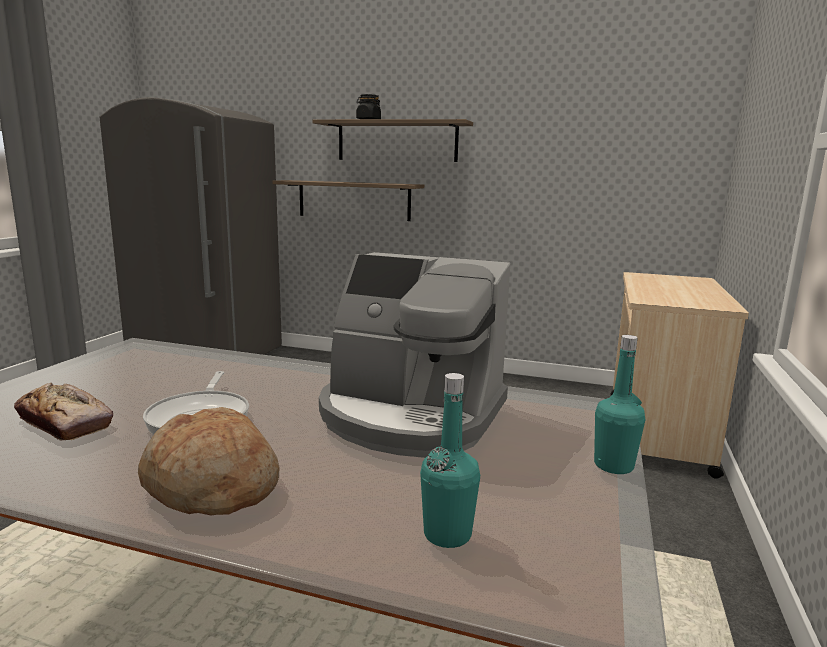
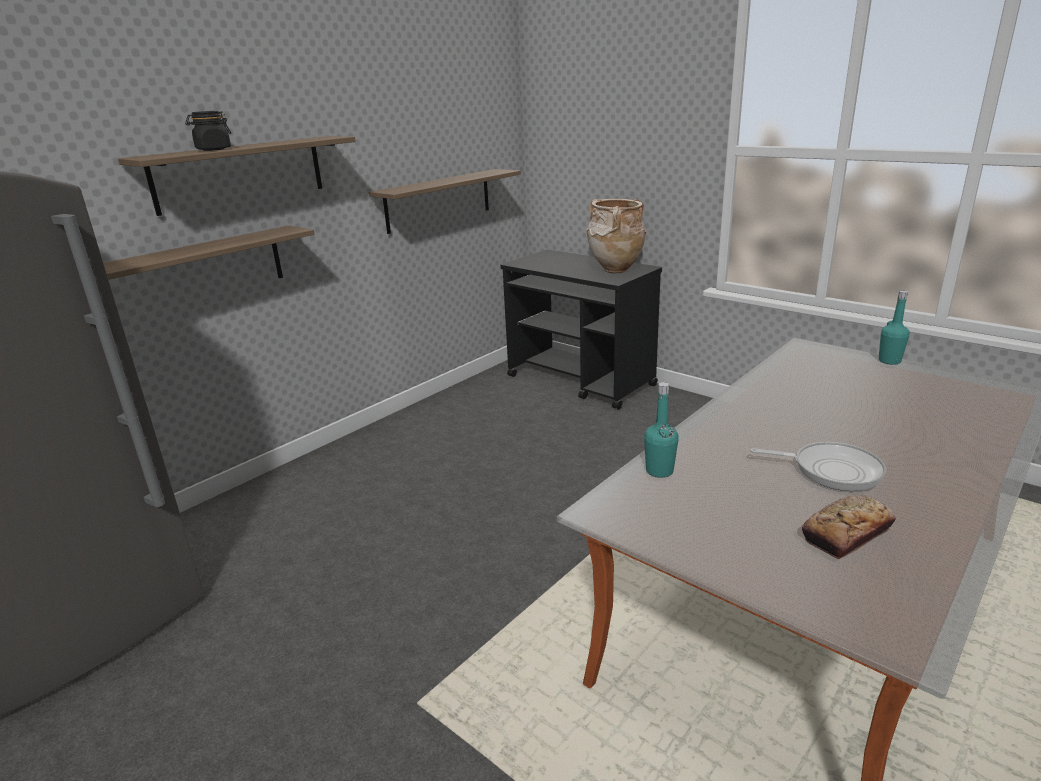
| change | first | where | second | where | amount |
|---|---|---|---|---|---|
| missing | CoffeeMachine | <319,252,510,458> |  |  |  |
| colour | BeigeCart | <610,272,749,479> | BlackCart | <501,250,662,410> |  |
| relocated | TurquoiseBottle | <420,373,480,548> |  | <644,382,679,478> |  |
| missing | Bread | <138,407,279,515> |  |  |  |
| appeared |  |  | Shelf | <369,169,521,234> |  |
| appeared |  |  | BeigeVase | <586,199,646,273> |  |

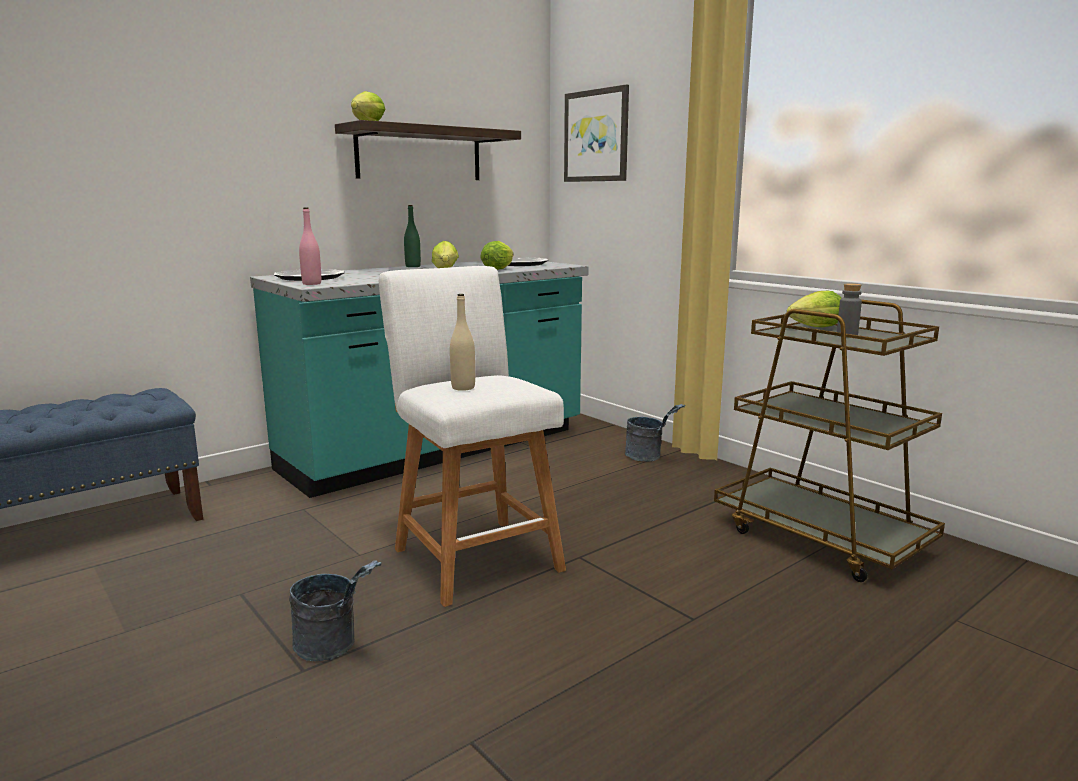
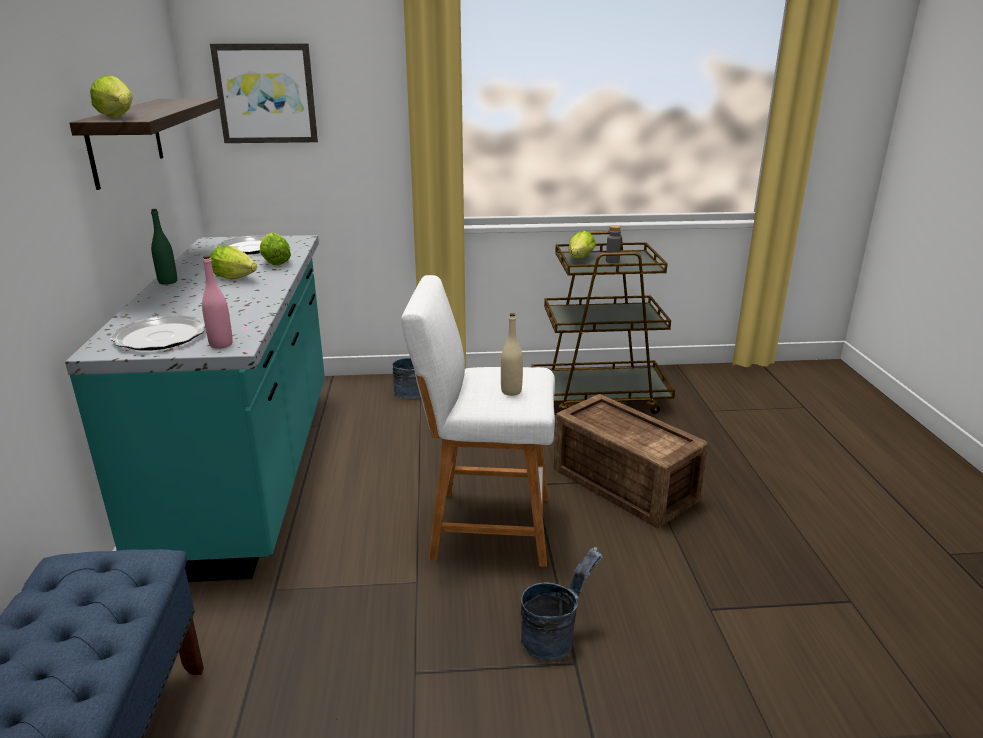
| change | first | where | second | where | amount |
|---|---|---|---|---|---|
| appeared |  |  | Crate | <554,394,708,528> |  |

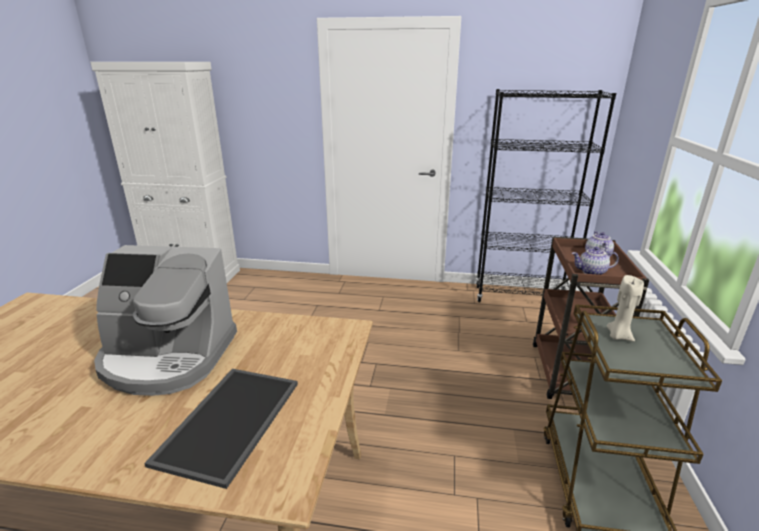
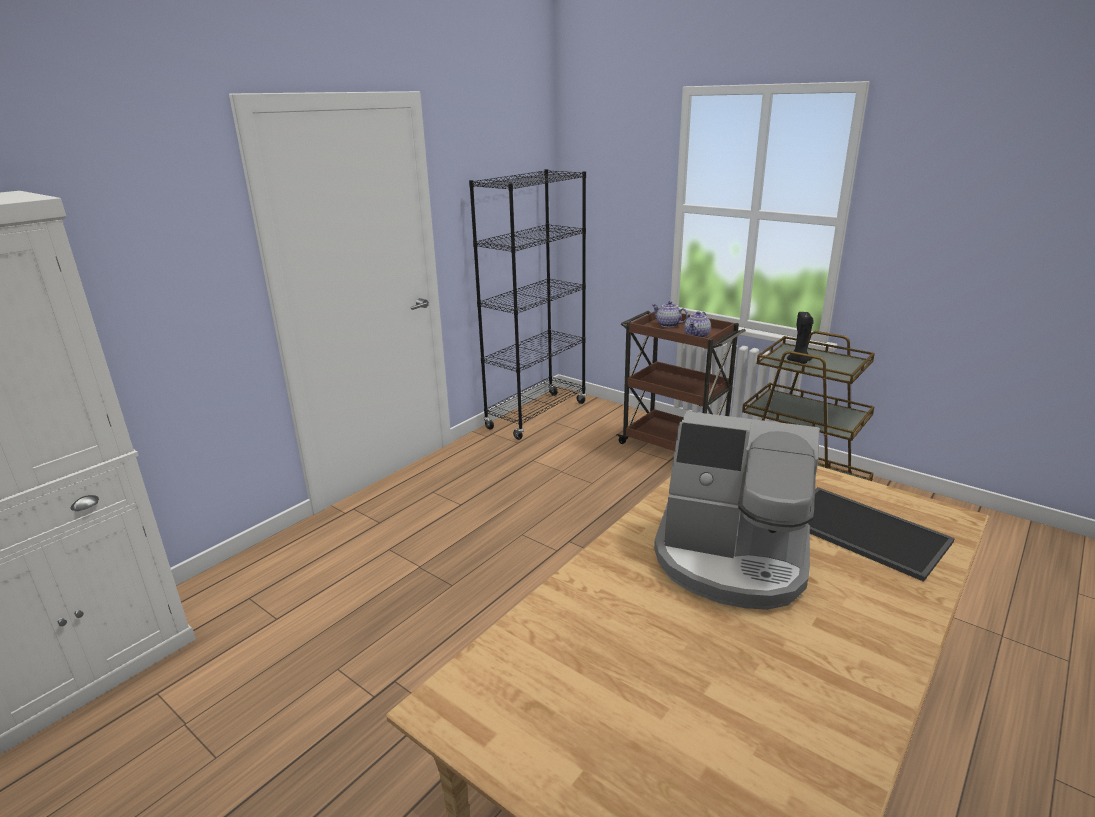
| change | first | where | second | where | amount |
|---|---|---|---|---|---|
| spun | CoffeeMachine | <94,245,237,396> |  | <654,411,820,610> | 75 degrees clockwise |
| colour | BeigeCandle | <607,275,644,341> | BlackCandle | <787,312,814,364> |  |

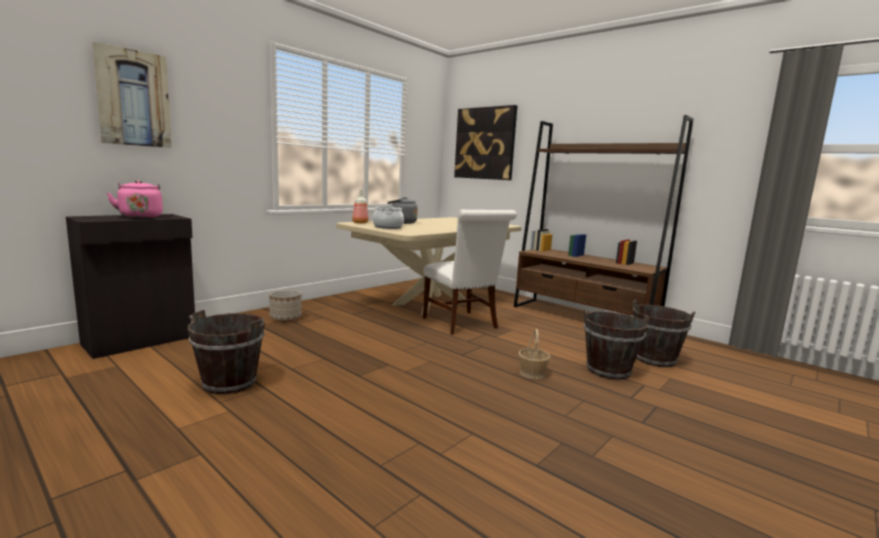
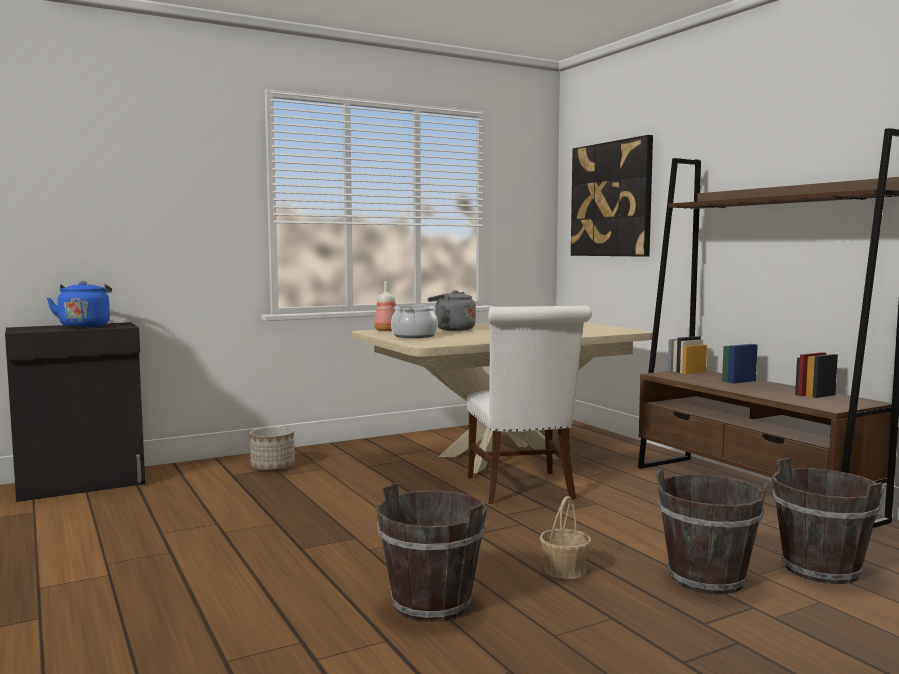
| change | first | where | second | where | amount |
|---|---|---|---|---|---|
| missing | Picture | <92,41,172,148> |  |  |  |
| colour | PinkKettle | <107,180,163,218> | BlueKettle | <47,281,112,328> |  |
| relocated | BrownBucket | <188,310,265,394> |  | <376,483,487,622> |  |

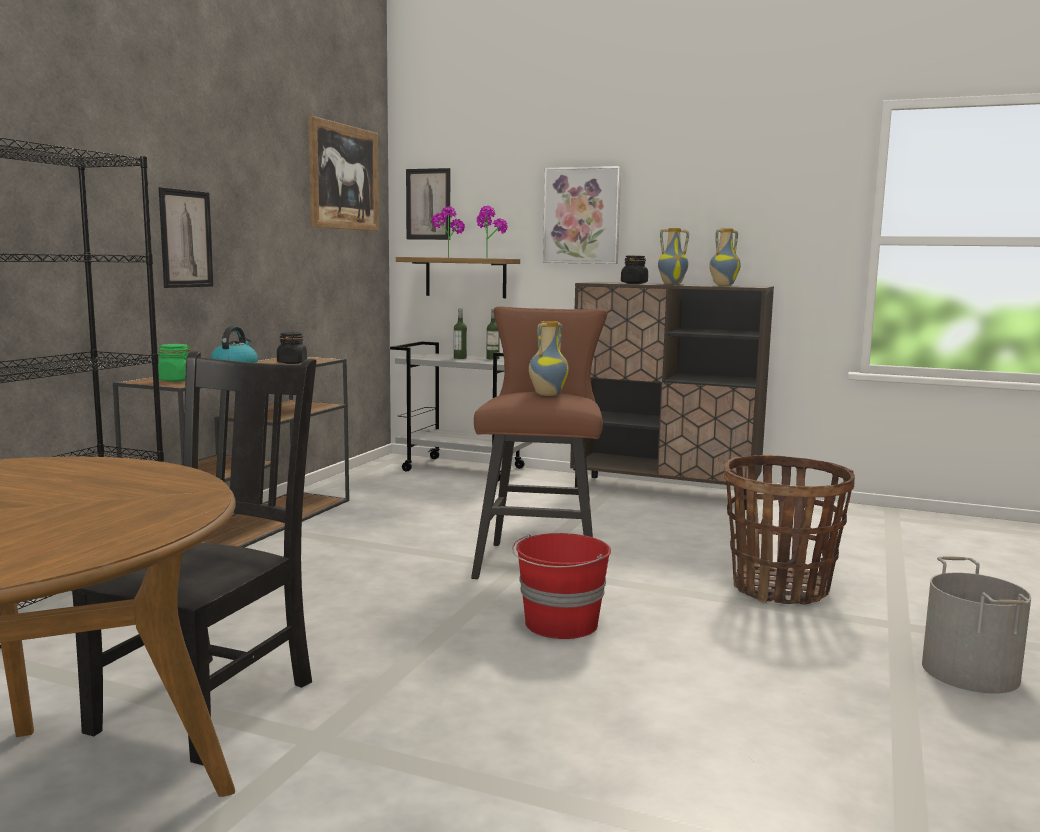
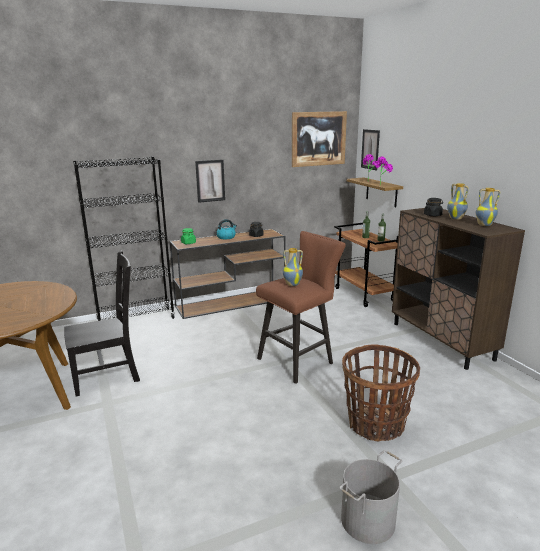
| change | first | where | second | where | amount |
|---|---|---|---|---|---|
| missing | Picture | <543,166,621,264> |  |  |  |
| colour | GreyCart | <390,341,532,481> | BrownCart | <334,223,398,307> |  |
| missing | RedBucket | <512,533,611,639> |  |  |  |

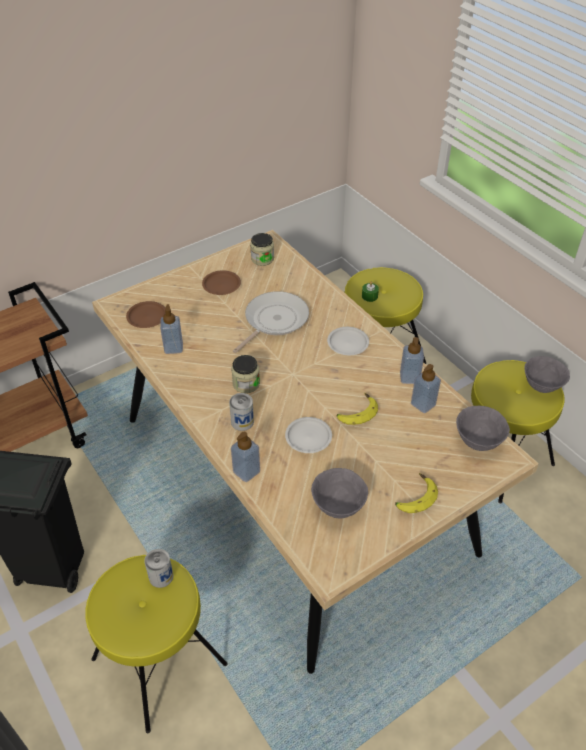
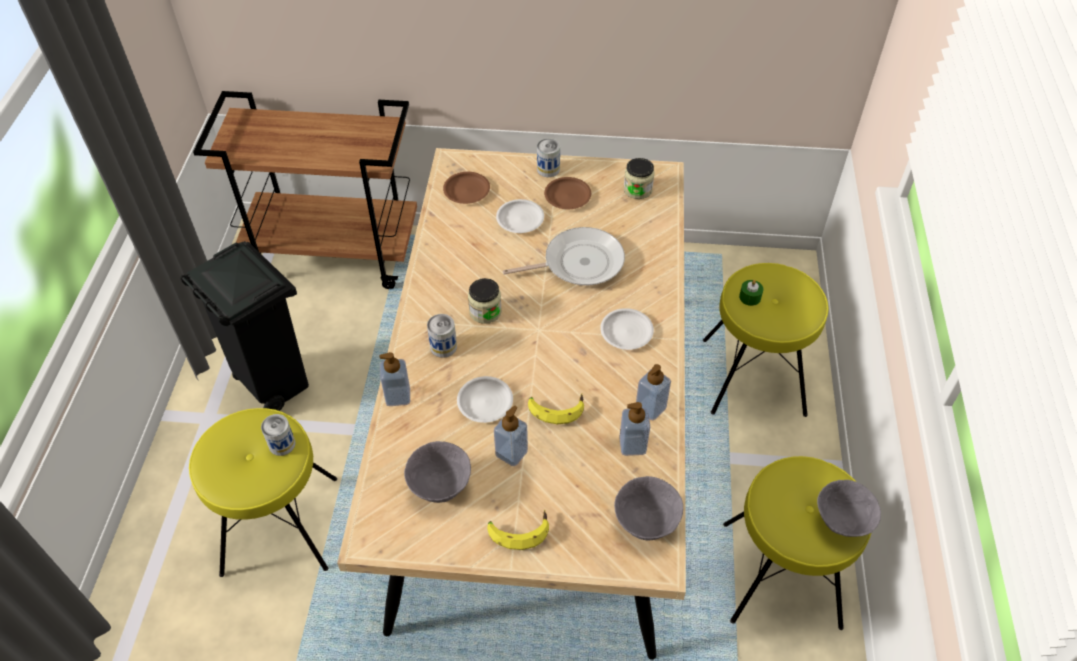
| change | first | where | second | where | amount |
|---|---|---|---|---|---|
| relocated | SoapDispenser | <160,304,183,354> |  | <494,405,528,466> |  |
| appeared |  |  | Can | <537,138,560,177> |  |
| appeared |  |  | WhitePlate | <496,199,544,233> |  |

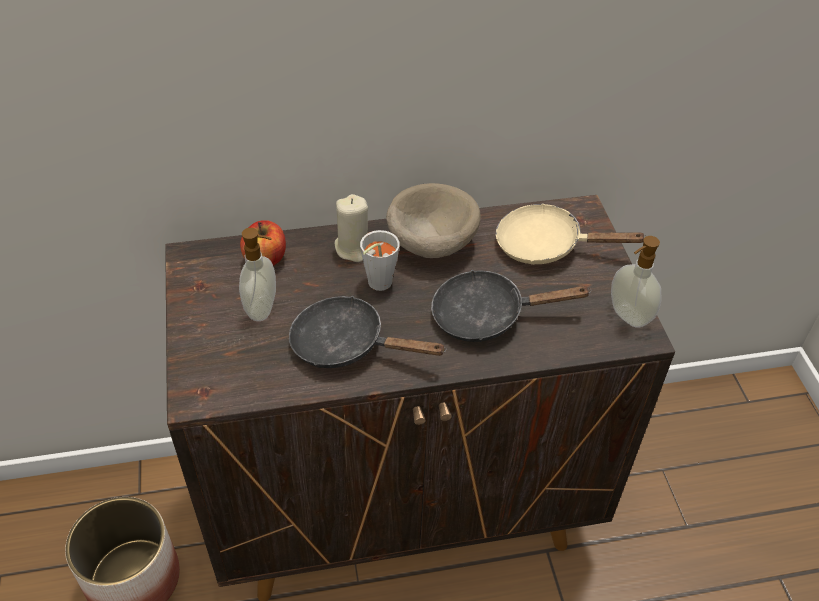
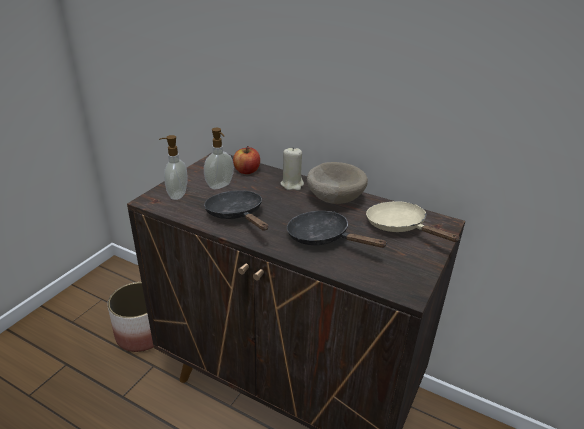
| change | first | where | second | where | amount |
|---|---|---|---|---|---|
| missing | GreyCup | <360,230,399,291> |  |  |  |
| relocated | SoapDispenser | <611,236,662,328> |  | <159,135,188,200> |  |

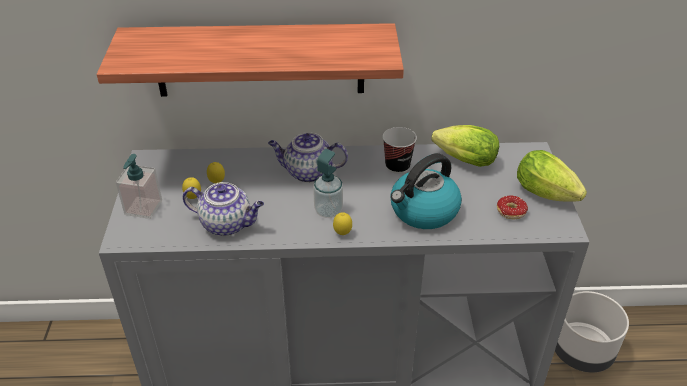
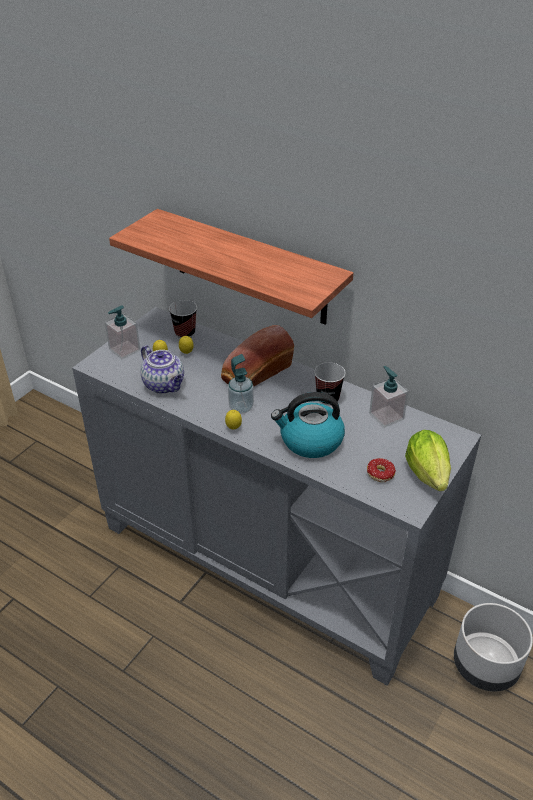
| change | first | where | second | where | amount |
|---|---|---|---|---|---|
| exchanged | Lettuce | <431,125,499,167> | SoapDispenser | <369,366,409,428> |  |
| exchanged | Teapot | <268,132,348,183> | Bread | <221,325,294,387> |  |
| appeared |  |  | Cup | <169,300,197,338> |  |

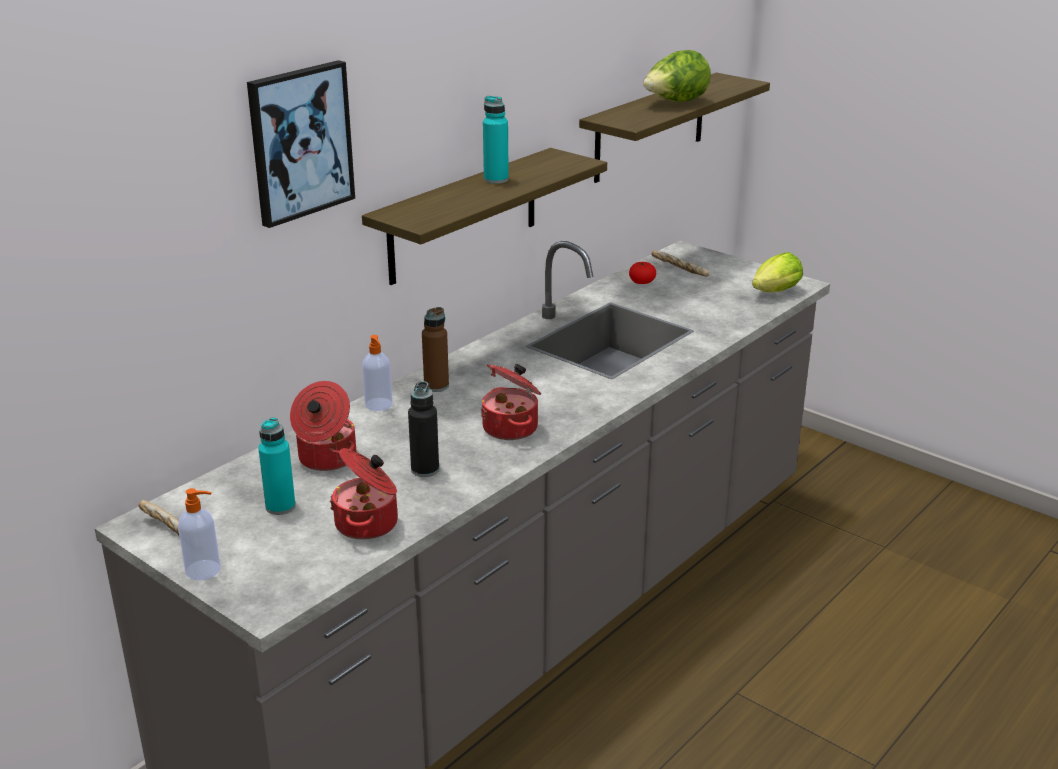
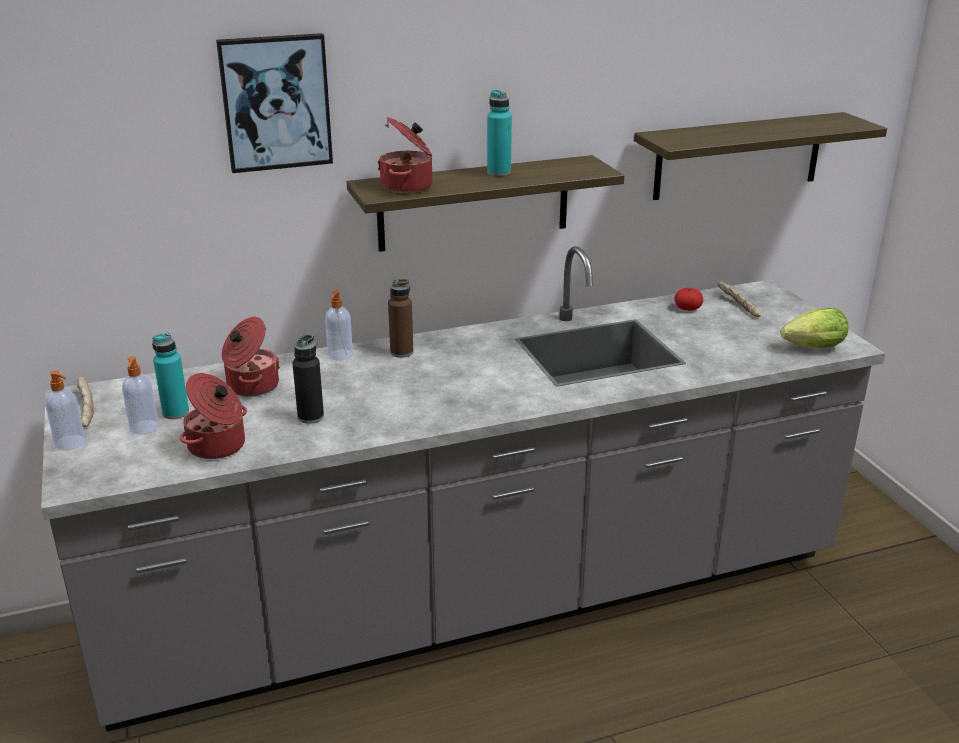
| change | first | where | second | where | amount |
|---|---|---|---|---|---|
| missing | Lettuce | <643,50,711,102> |  |  |  |
| relocated | CookingPot | <481,364,541,440> |  | <378,117,432,193> |  |
| appeared |  |  | SoapDispenser | <122,356,159,435> |  |

